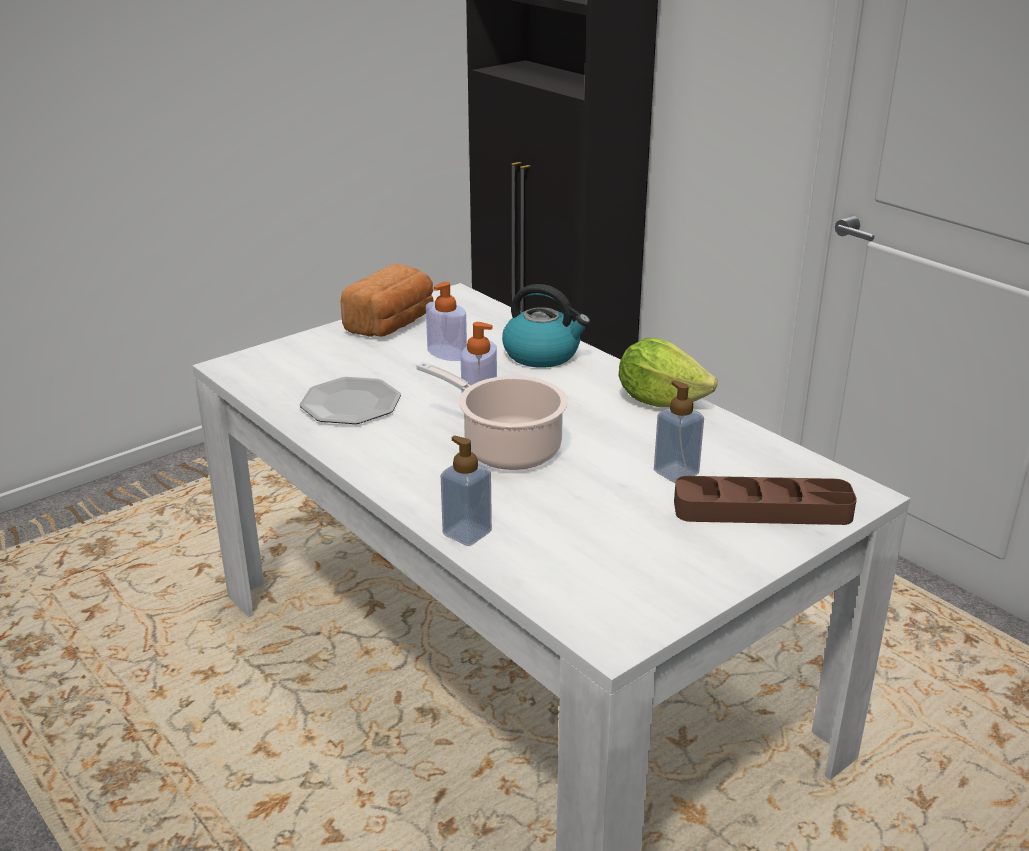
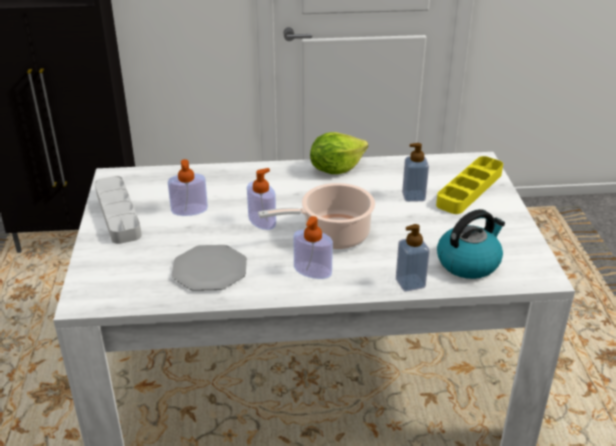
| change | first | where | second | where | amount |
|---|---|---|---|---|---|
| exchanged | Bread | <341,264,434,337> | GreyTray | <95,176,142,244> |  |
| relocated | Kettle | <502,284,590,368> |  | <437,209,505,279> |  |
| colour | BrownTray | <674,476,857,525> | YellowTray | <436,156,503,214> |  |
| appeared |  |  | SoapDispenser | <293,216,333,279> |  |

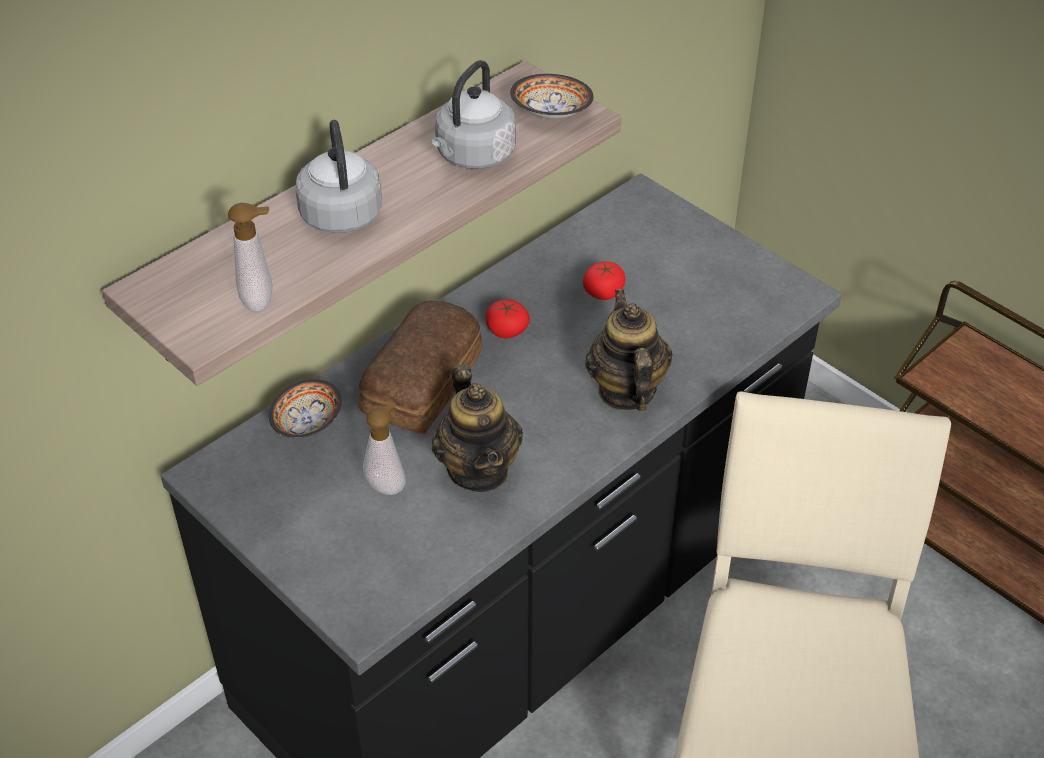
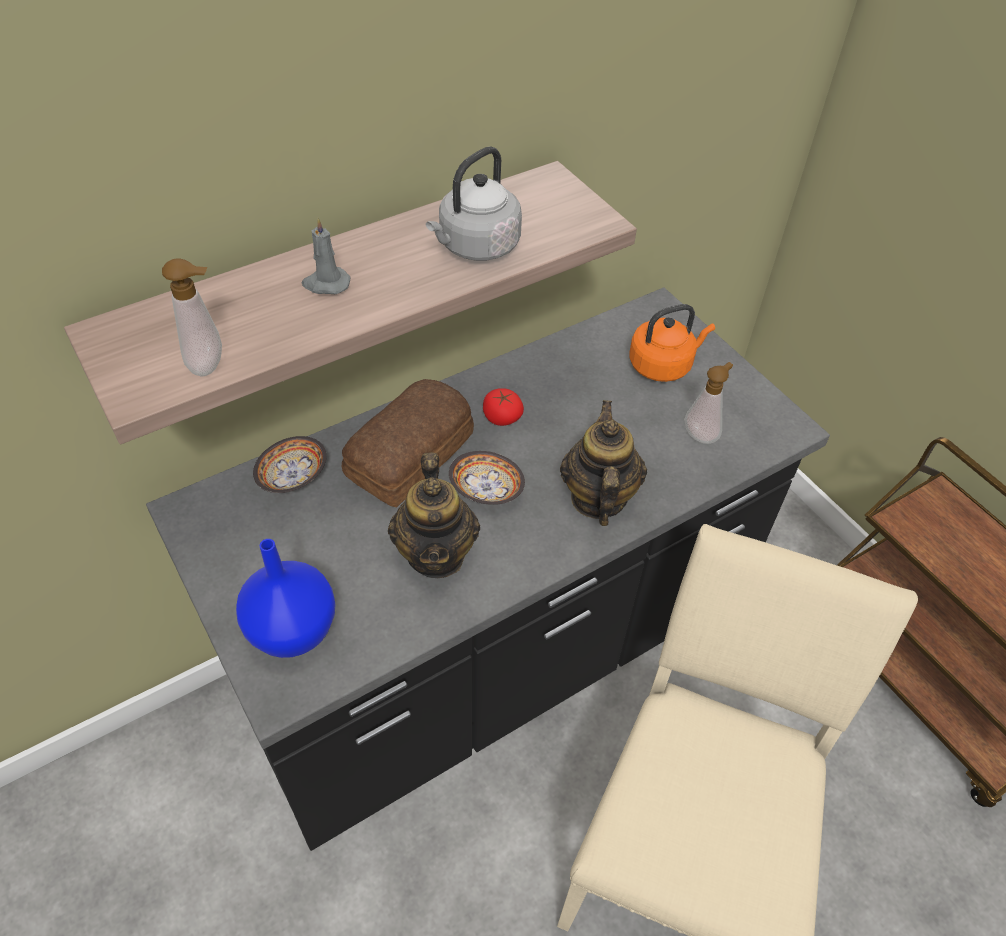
| change | first | where | second | where | amount |
|---|---|---|---|---|---|
| relocated | Bowl | <510,74,594,119> |  | <449,451,525,505> |  |
| exchanged | GreyKettle | <295,120,382,233> | GreyCandle | <302,217,350,294> |  |
| missing | Tomato | <583,262,626,300> |  |  |  |
| relocated | SoapDispenser | <363,401,406,495> |  | <684,362,733,444> |  |
| appeared |  |  | OrangeKettle | <630,304,715,382> |  |
| appeared |  |  | BlueVase | <236,539,336,658> |  |

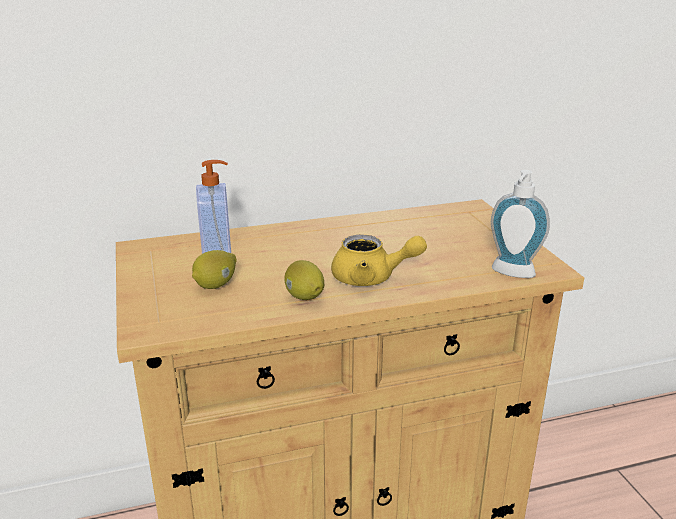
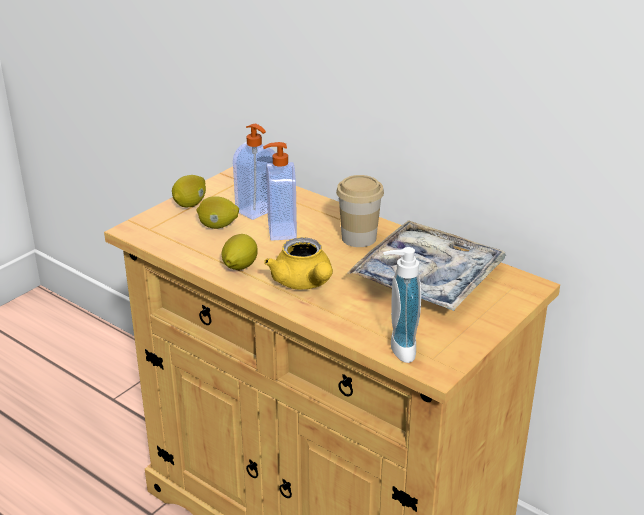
| change | first | where | second | where | amount |
|---|---|---|---|---|---|
| appeared |  |  | SoapDispenser | <263,142,297,241> |  |
| appeared |  |  | Lemon | <172,175,206,207> |  |
| appeared |  |  | Cup | <336,175,384,247> |  |
| appeared |  |  | Tray | <347,220,506,311> |  |

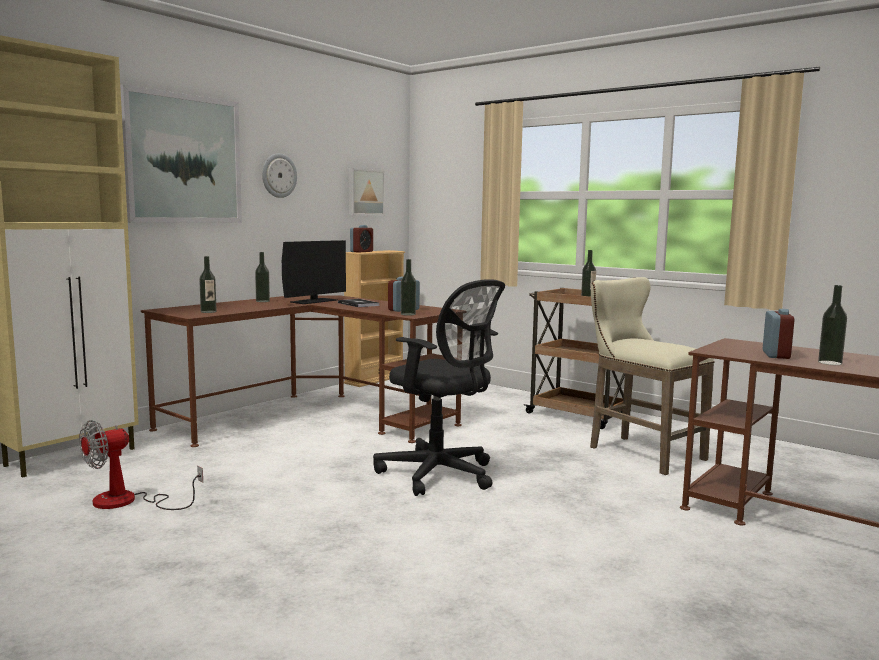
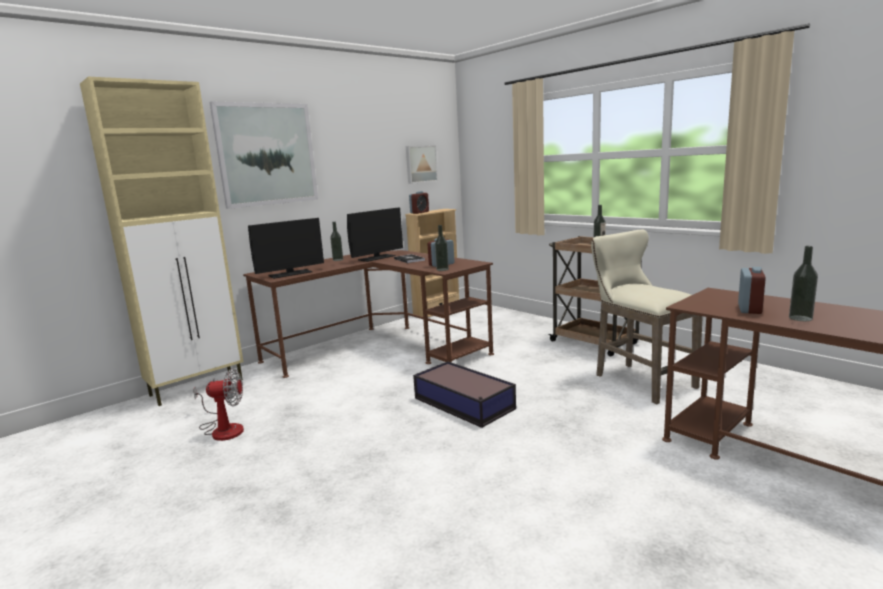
| change | first | where | second | where | amount |
|---|---|---|---|---|---|
| missing | WallClock | <262,153,297,198> |  |  |  |
| exchanged | Bottle | <199,256,217,313> | Monitor | <248,218,324,279> |  |
| exchanged | BlackOfficeChair | <373,279,505,496> | StorageBox | <413,361,516,428> |  |
| spun | Fan | <79,420,203,510> |  | <193,369,244,441> | 150 degrees counterclockwise |

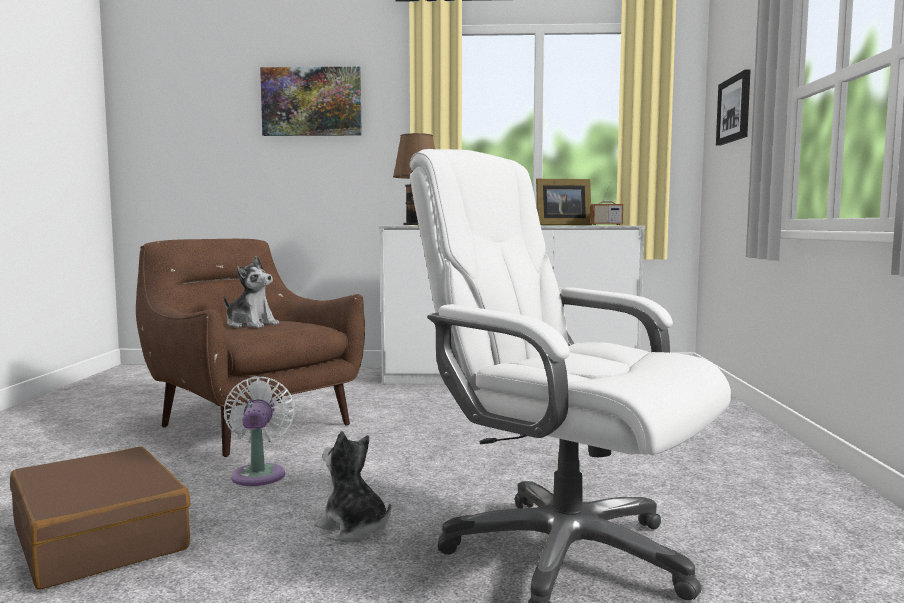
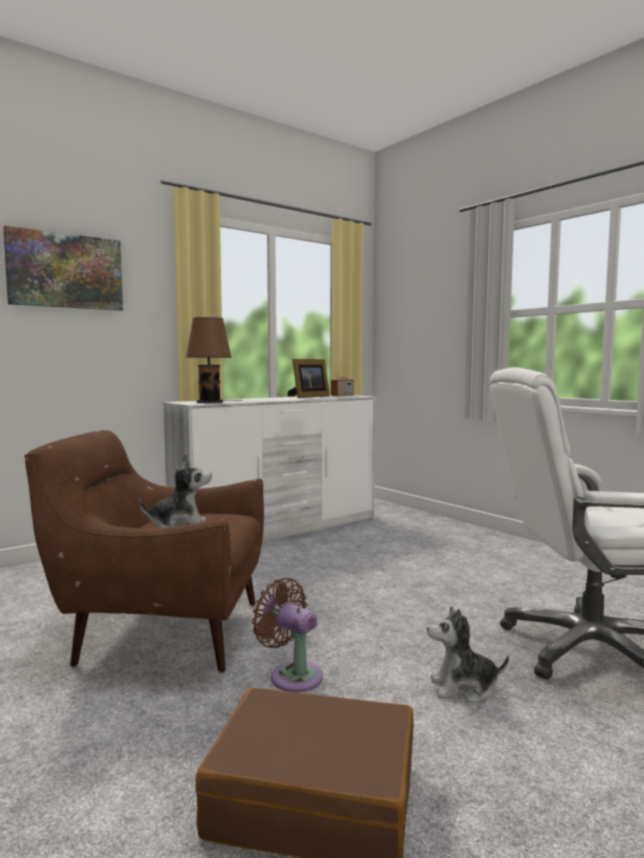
| change | first | where | second | where | amount |
|---|---|---|---|---|---|
| missing | Picture | <716,69,751,145> |  |  |  |
| colour | WhiteFan | <224,376,295,486> | BrownFan | <252,578,323,692> |  |

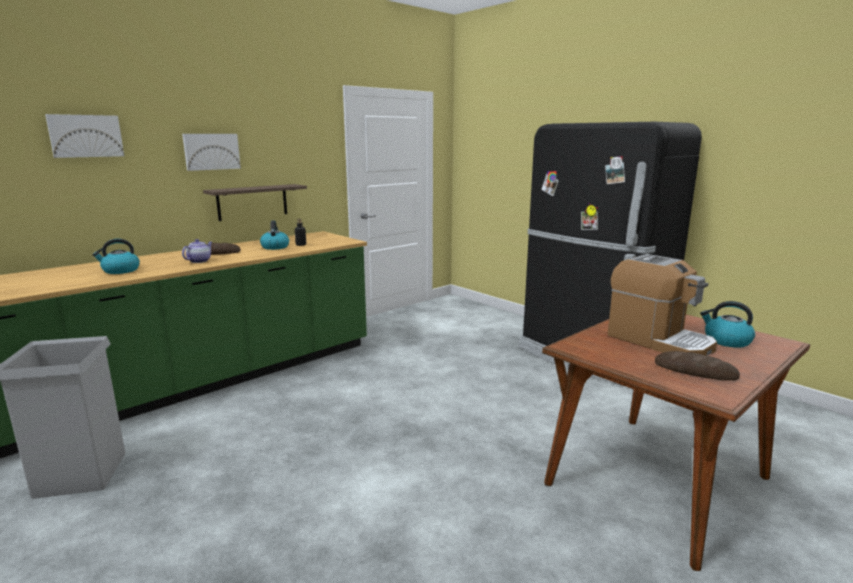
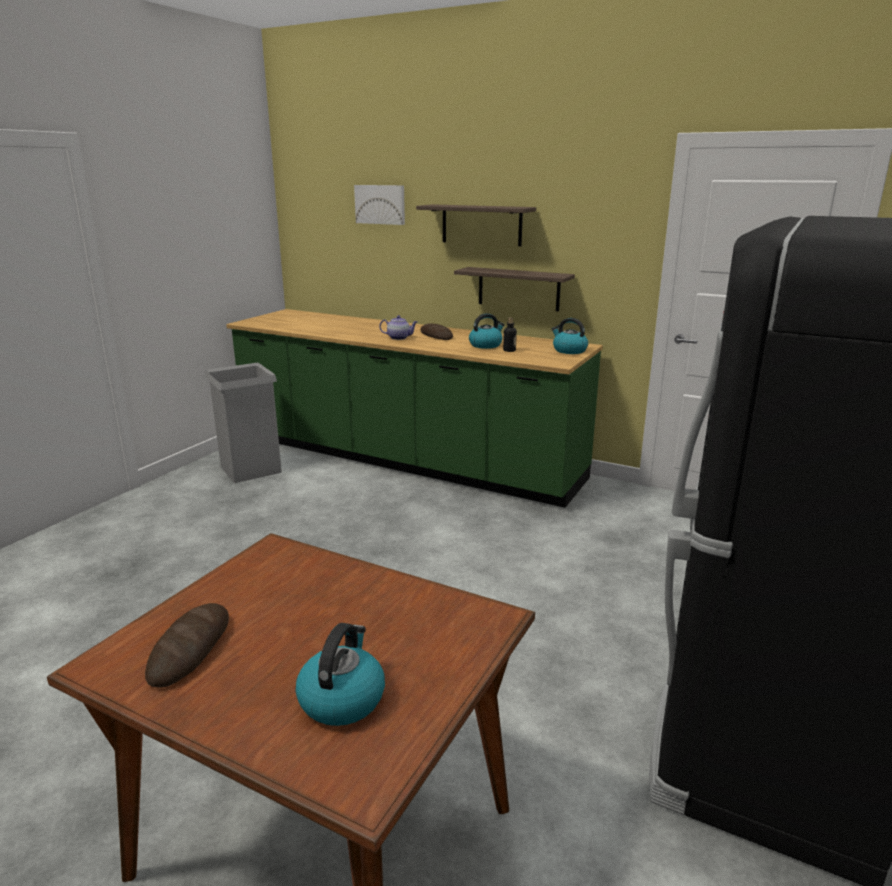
| change | first | where | second | where | amount |
|---|---|---|---|---|---|
| exchanged | Picture | <182,134,241,171> | Shelf | <416,204,536,246> |  |
| relocated | Kettle | <92,239,140,274> |  | <552,318,588,354> |  |
| missing | CoffeeMachine | <607,254,717,356> |  |  |  |

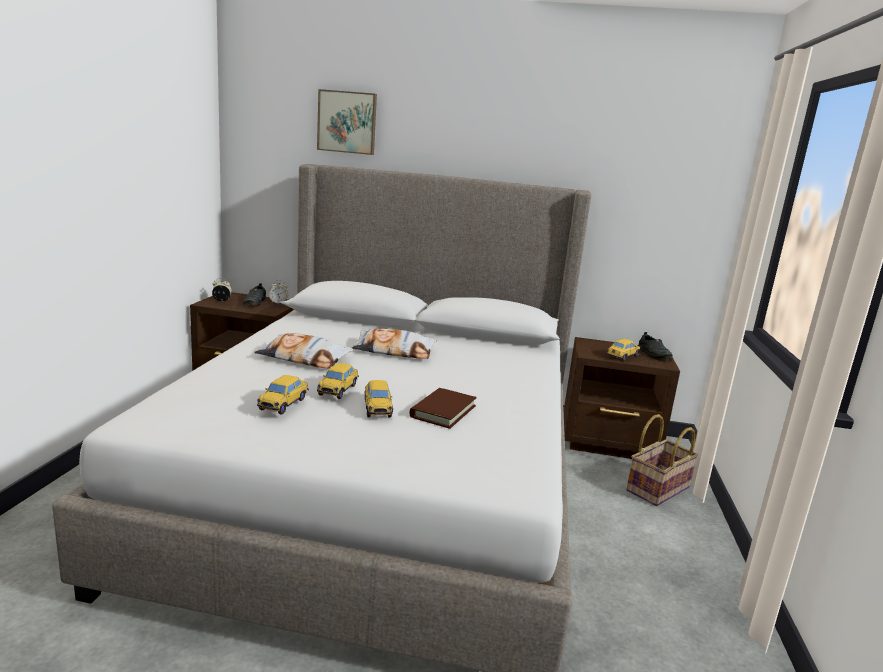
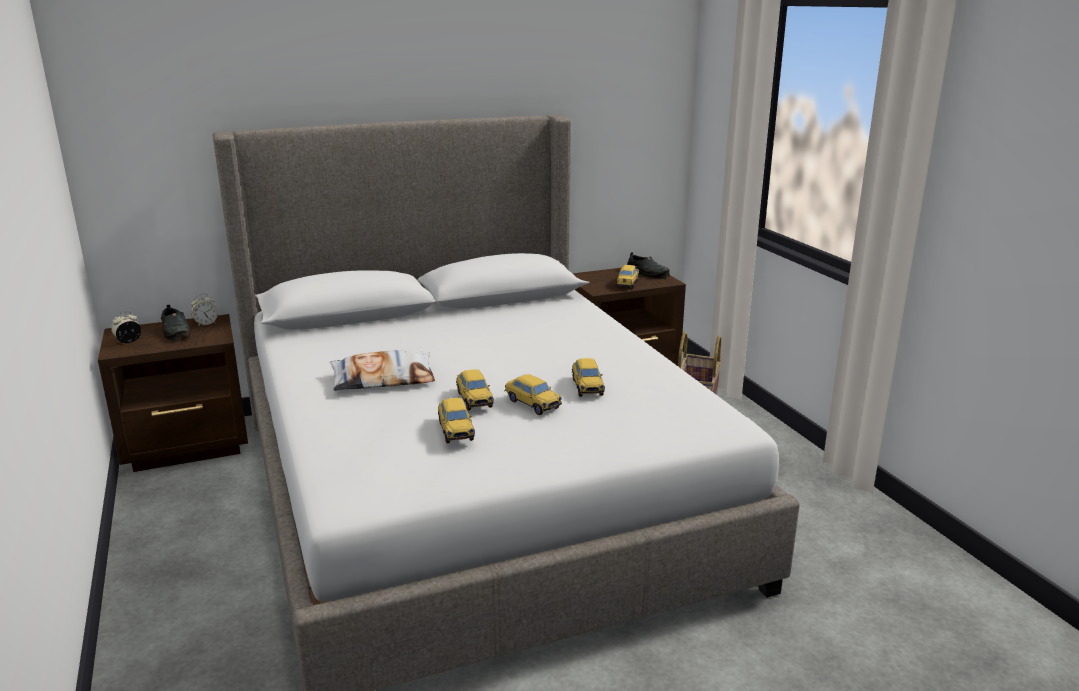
| change | first | where | second | where | amount |
|---|---|---|---|---|---|
| missing | Picture | <317,89,377,155> |  |  |  |
| missing | Pillow | <352,328,437,359> |  |  |  |
| exchanged | BrownBook | <409,388,477,429> | ToyCar | <572,358,605,397> |  |

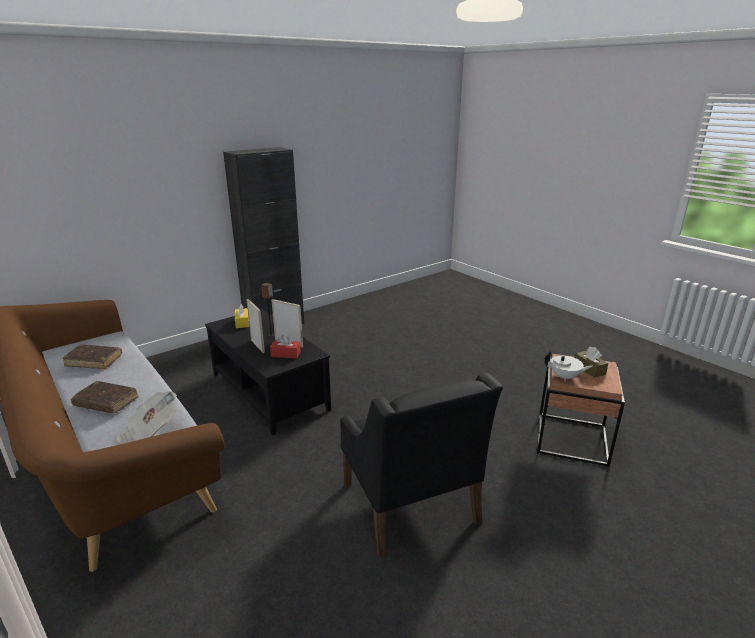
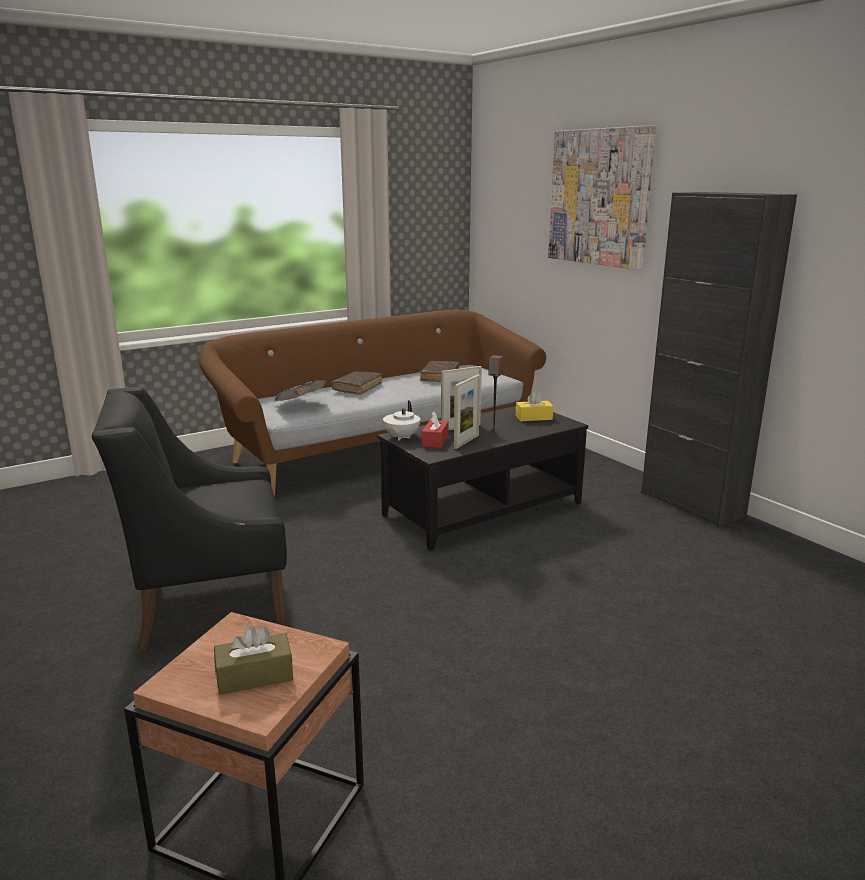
| change | first | where | second | where | amount |
|---|---|---|---|---|---|
| relocated | WhiteTeapot | <544,351,593,381> |  | <383,401,420,441> |  |
| appeared |  |  | Picture | <548,125,656,270> |  |

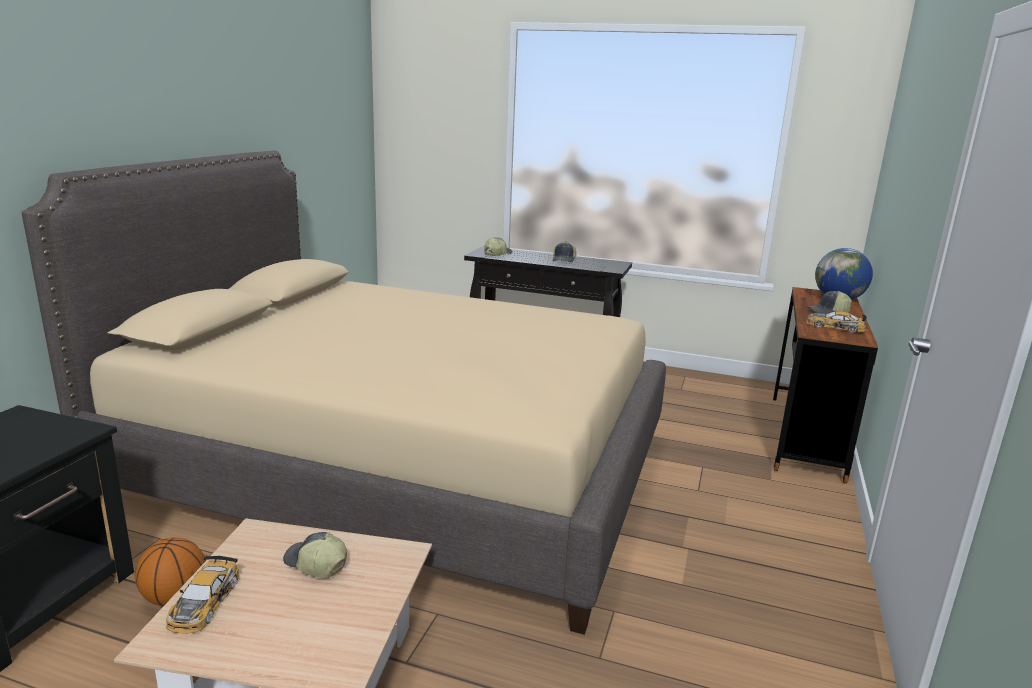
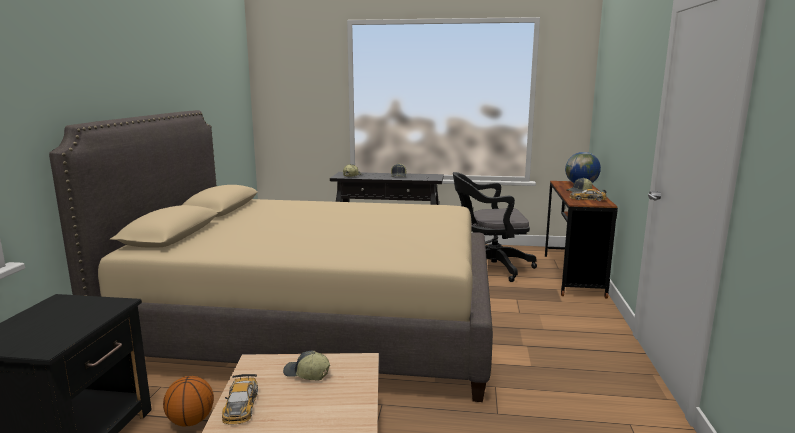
| change | first | where | second | where | amount |
|---|---|---|---|---|---|
| appeared |  |  | BlackOfficeChair | <453,172,537,282> |  |

